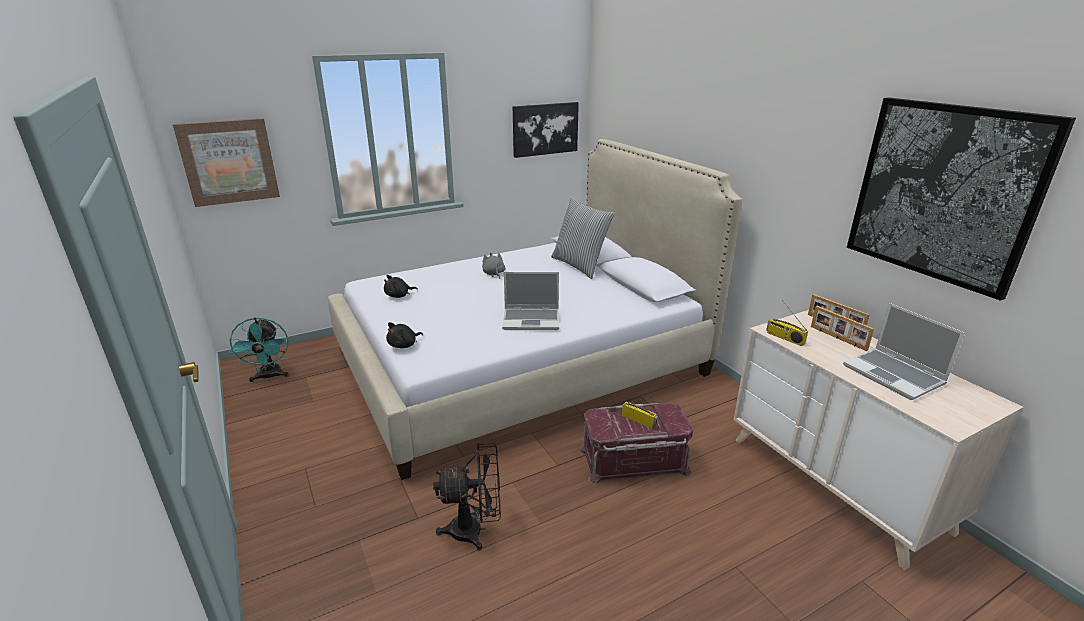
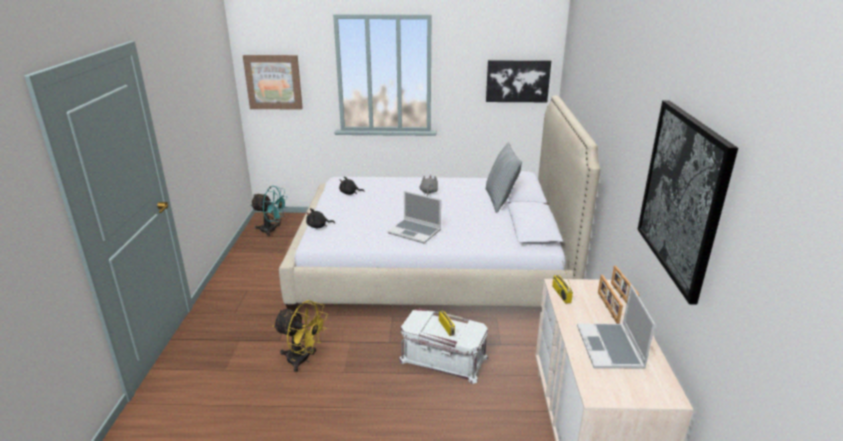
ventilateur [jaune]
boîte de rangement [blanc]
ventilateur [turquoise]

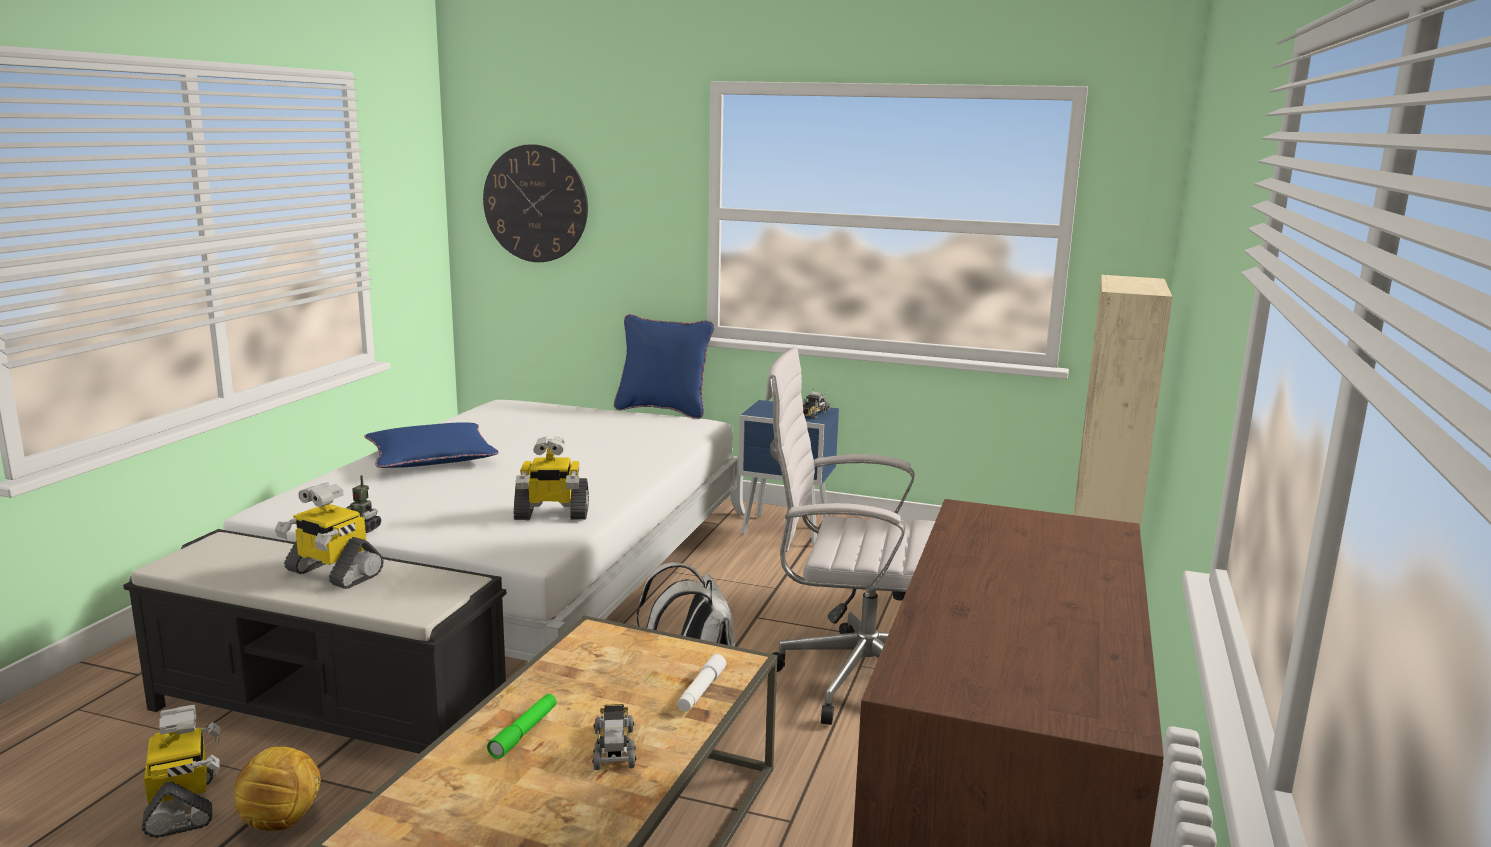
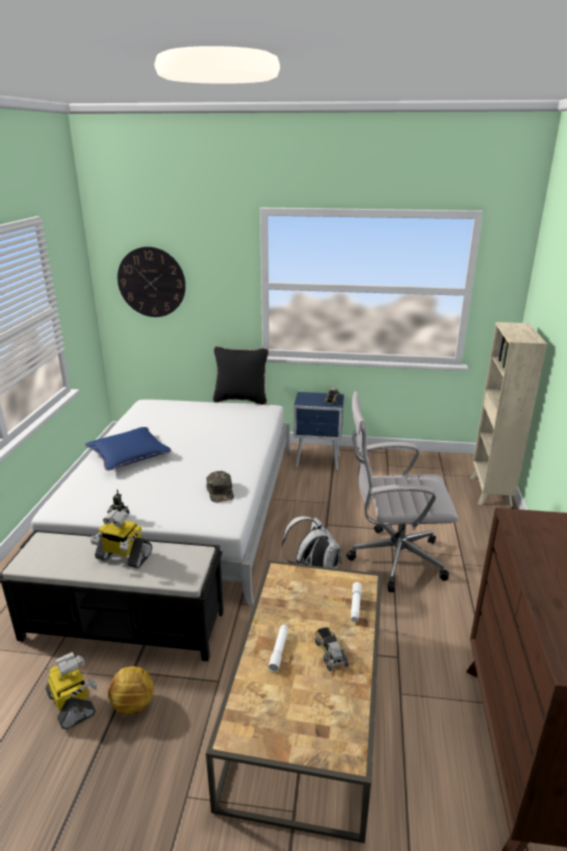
casquette [vert]
lampe de poche [blanc] (1st from left)
coussin [noir]

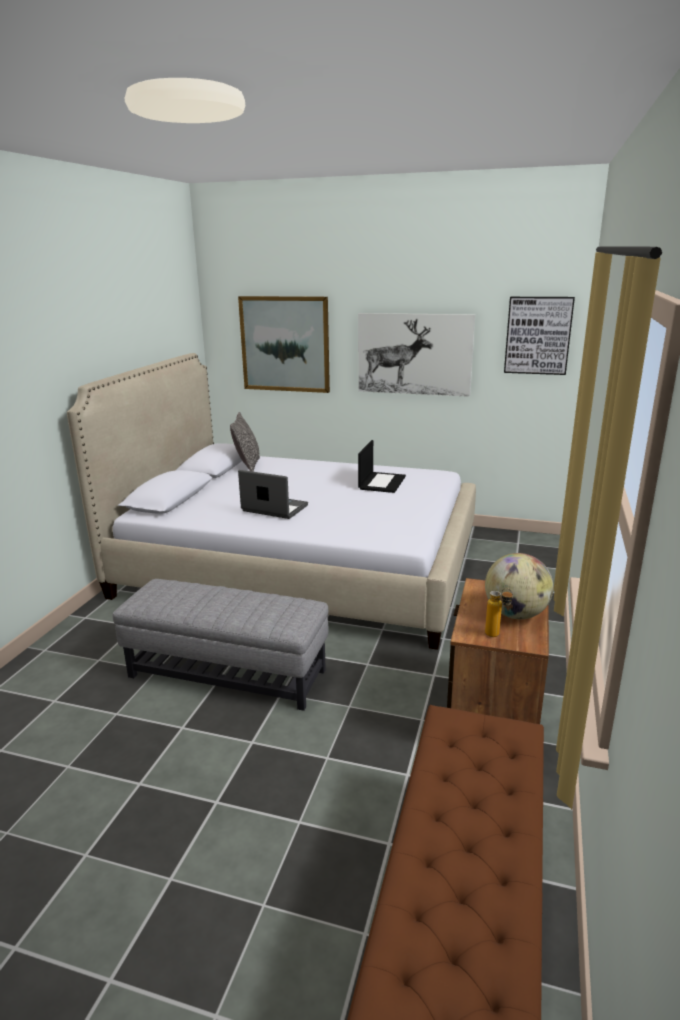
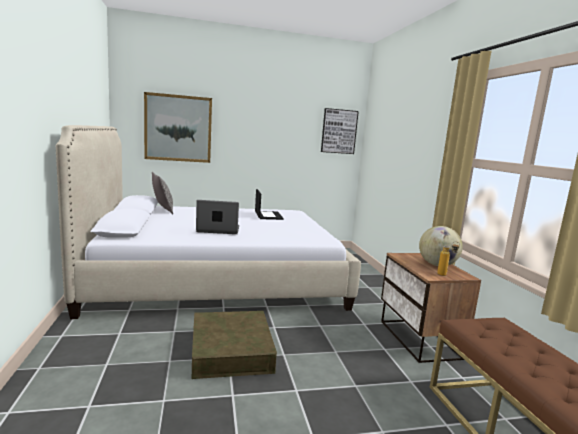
tableau (2nd from left in the first image)
boîte de rangement [marron]

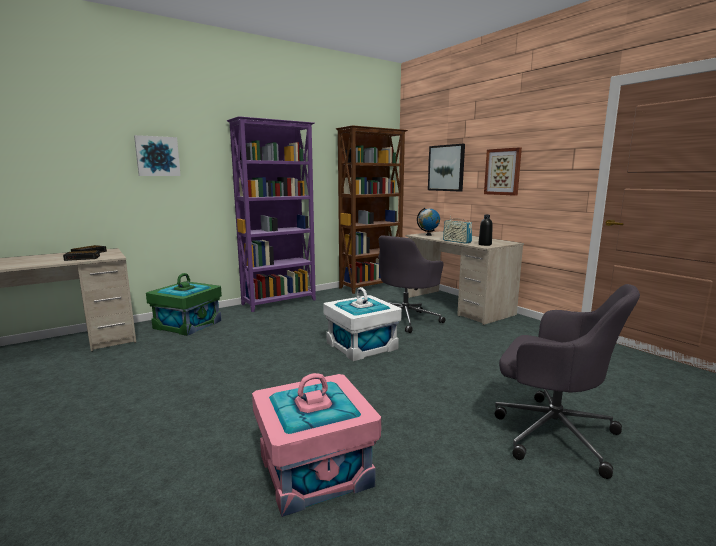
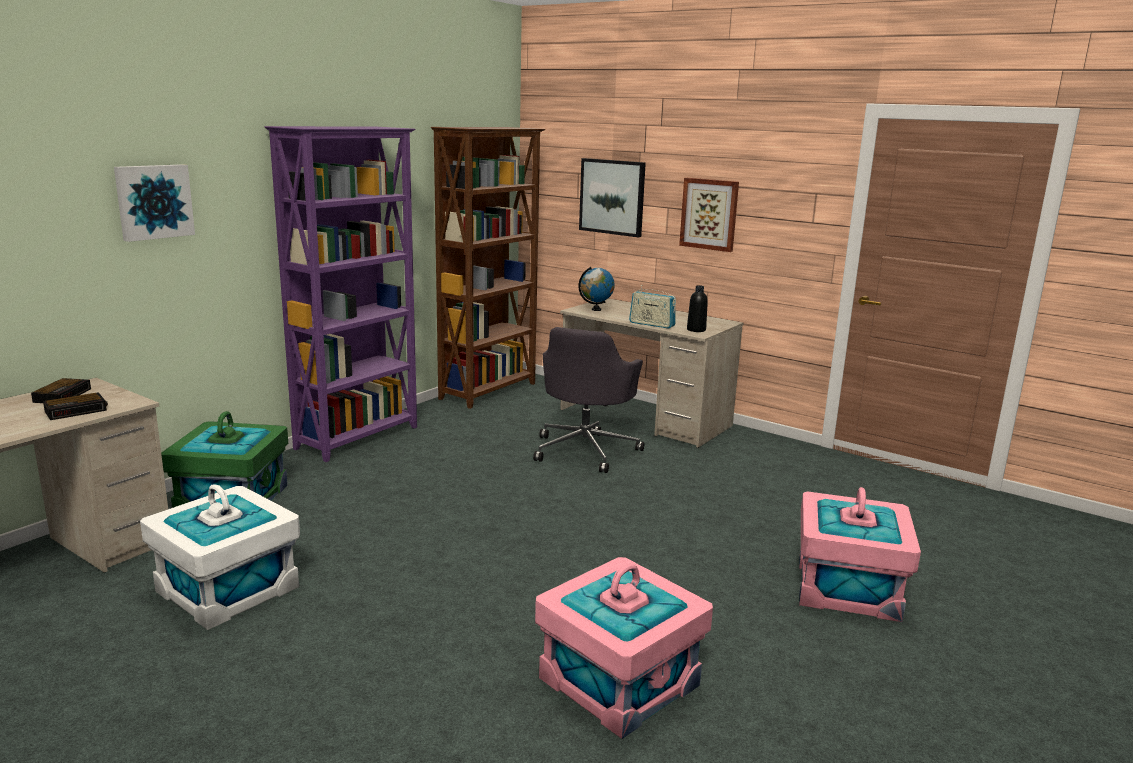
boîte de rangement [blanc]
boîte de rangement [rose] (2nd from left)

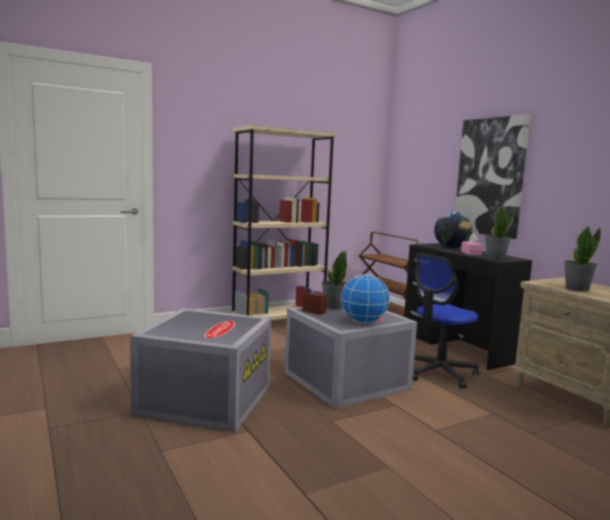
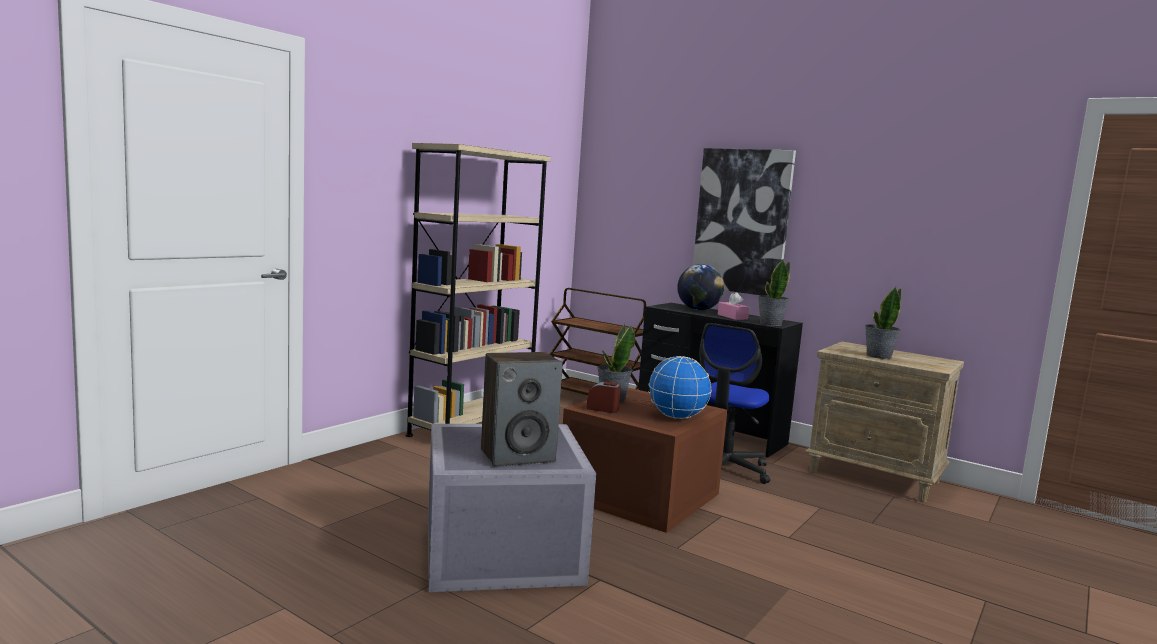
enceinte
boîte de rangement [marron]

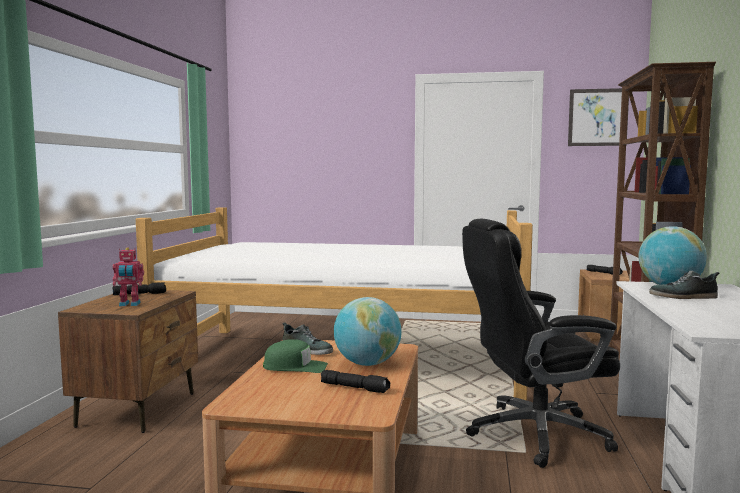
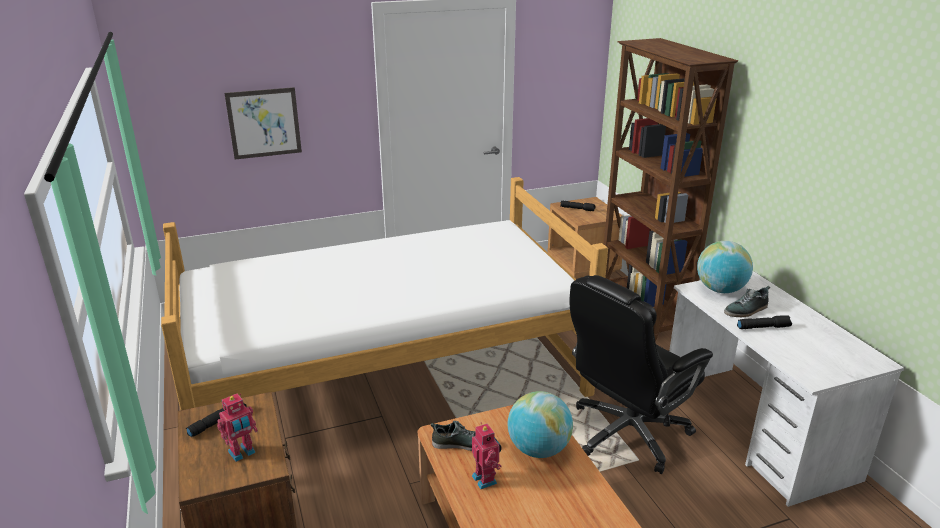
lampe de poche [noir] (3rd from left)
tableau
robot jouet (2nd from left)

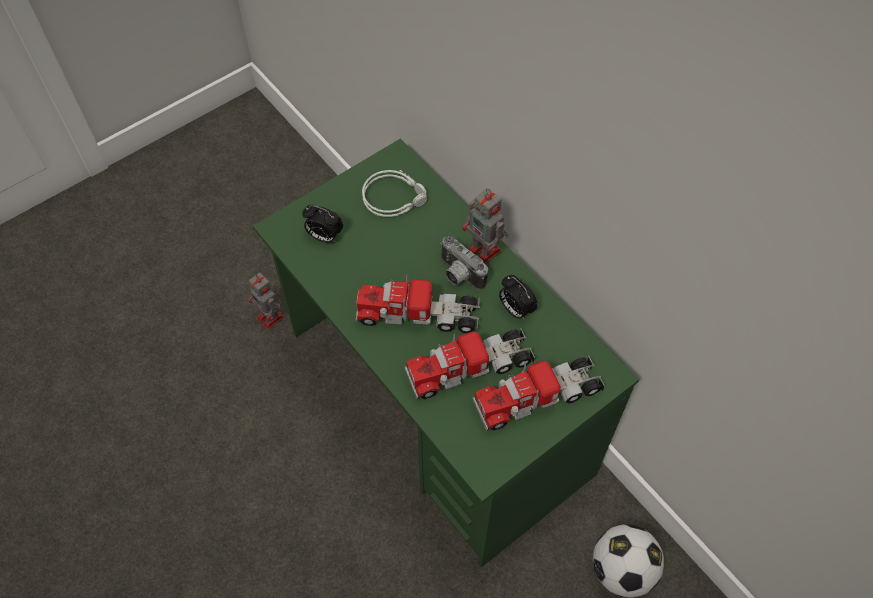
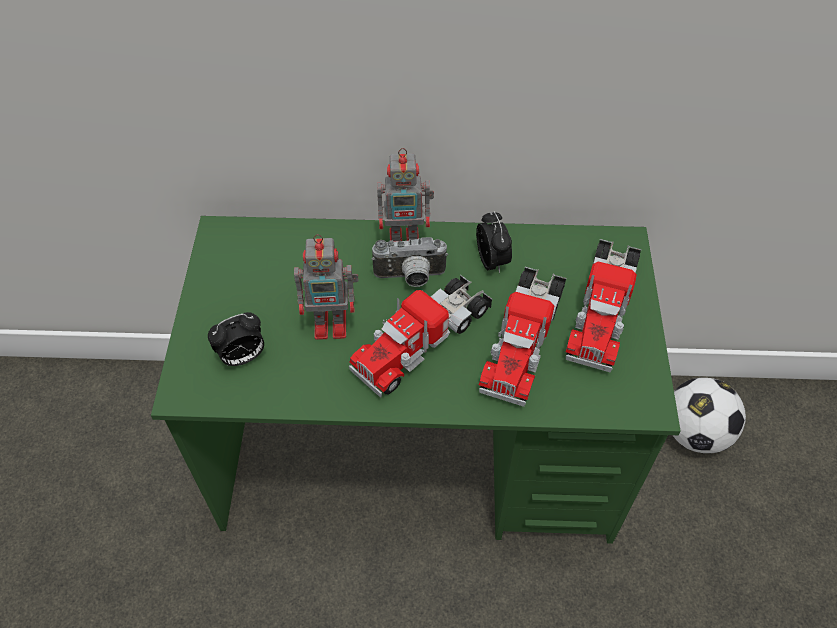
casque audio [gris]
robot jouet (1st from left)
réveil (2nd from left)

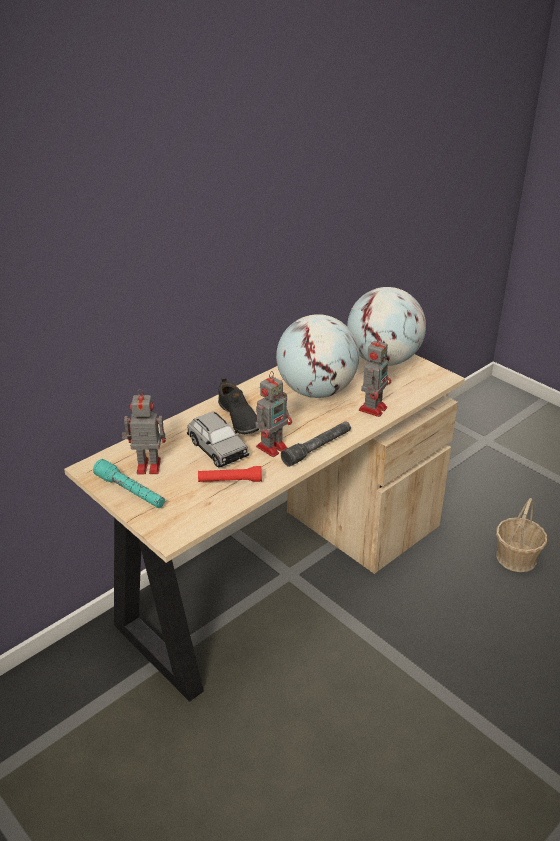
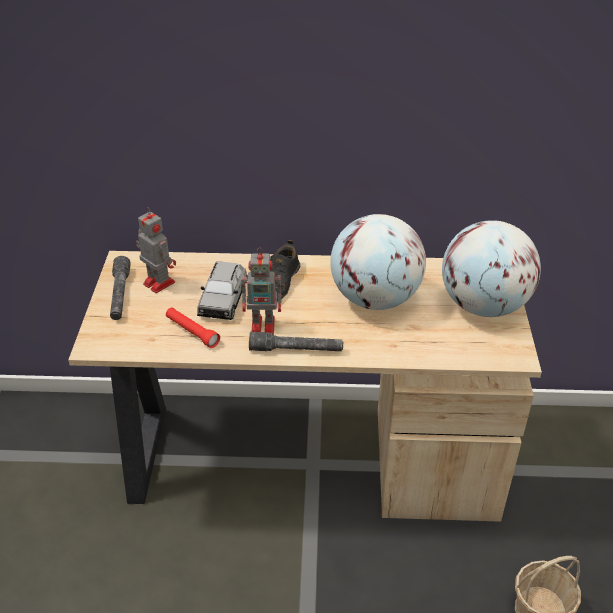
robot jouet (3rd from left in the first image)
lampe de poche [gris] (1st from left)

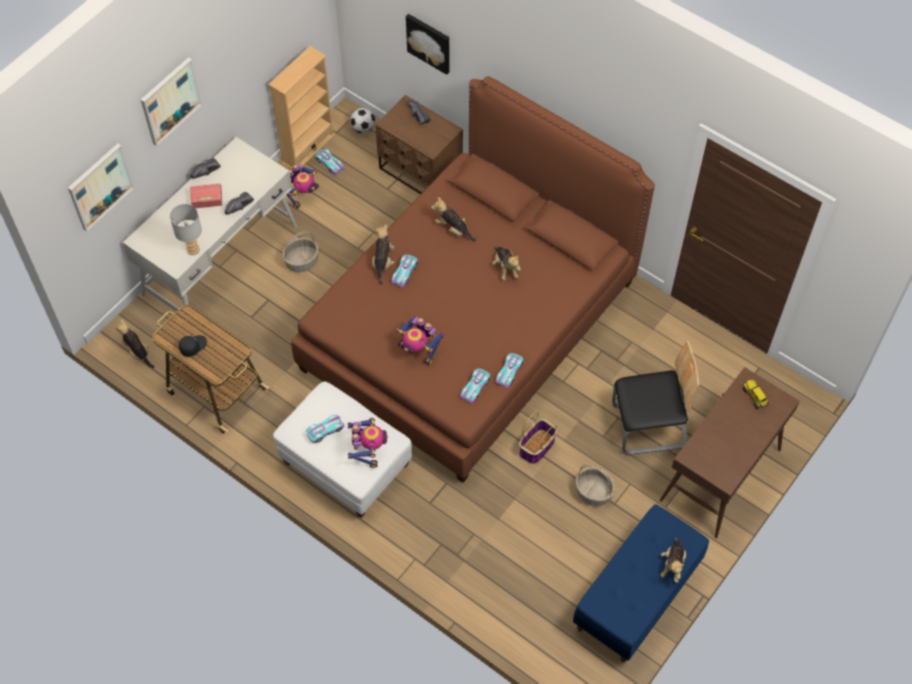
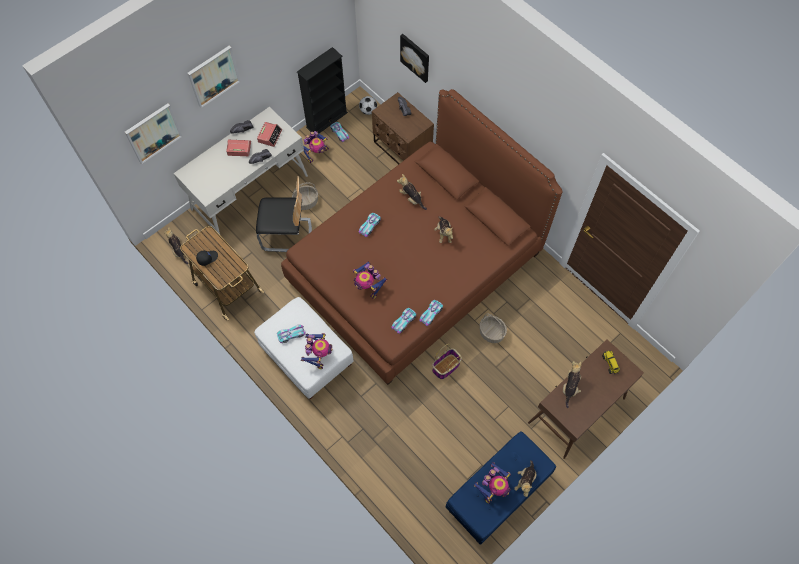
lampe de table [gris]
réveil (2nd from left)
robot jouet (4th from left)
peluche (5th from left)
panier (3rd from left)
chaise
bibliothèque [noir]

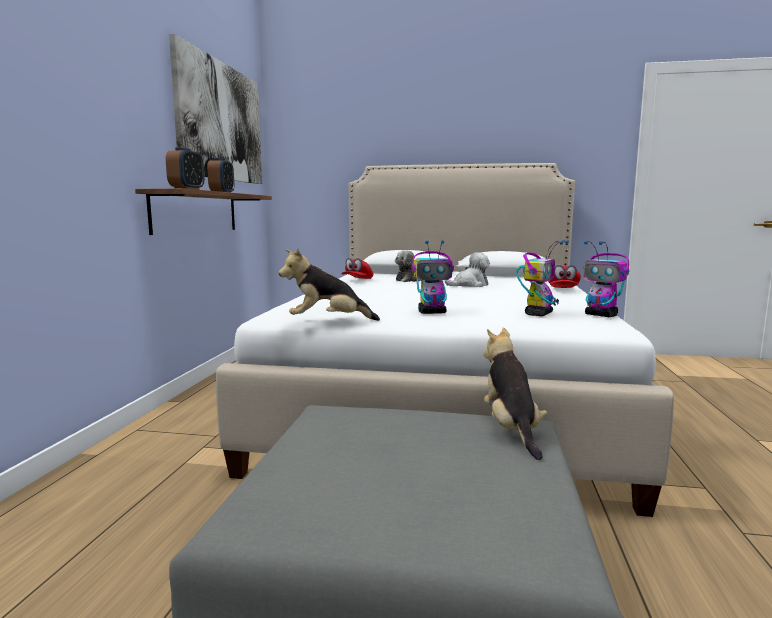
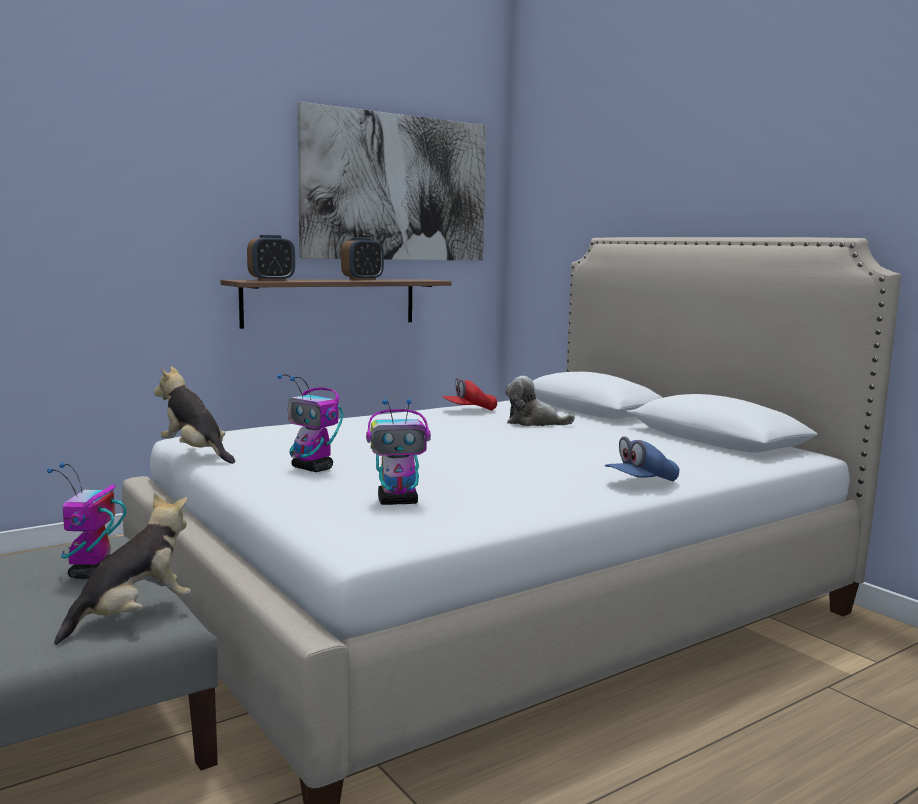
peluche (3rd from left in the first image)
robot jouet (1st from left)
casquette [bleu]

